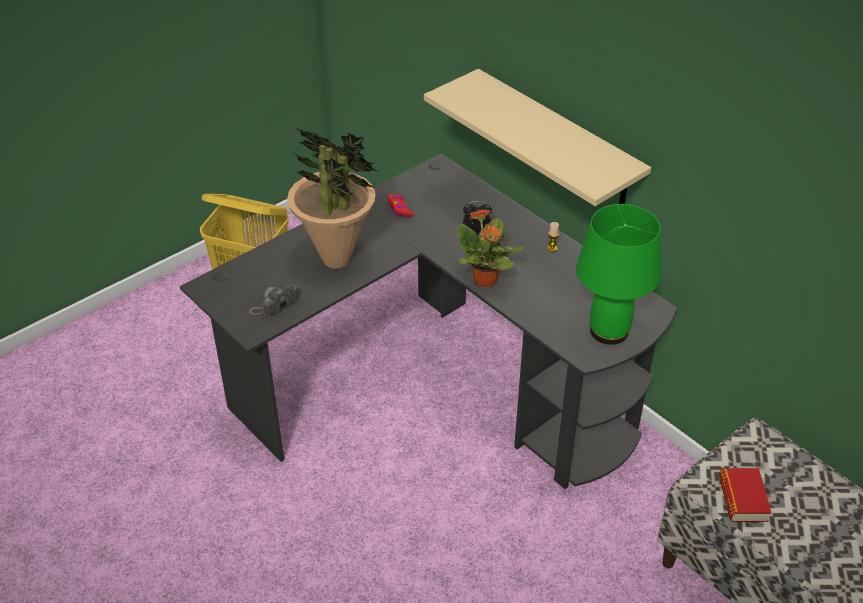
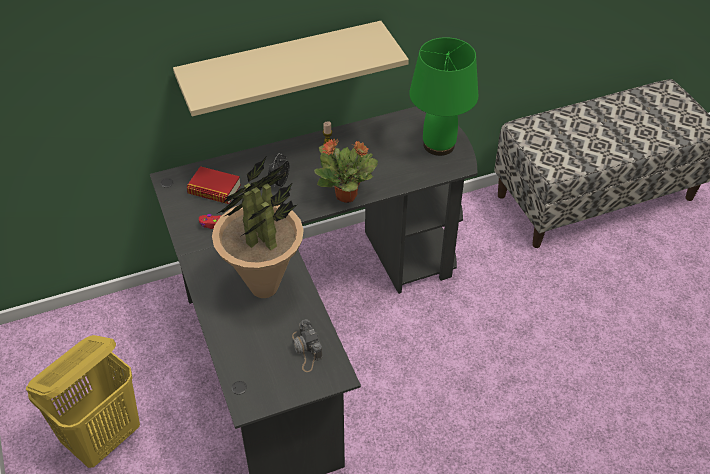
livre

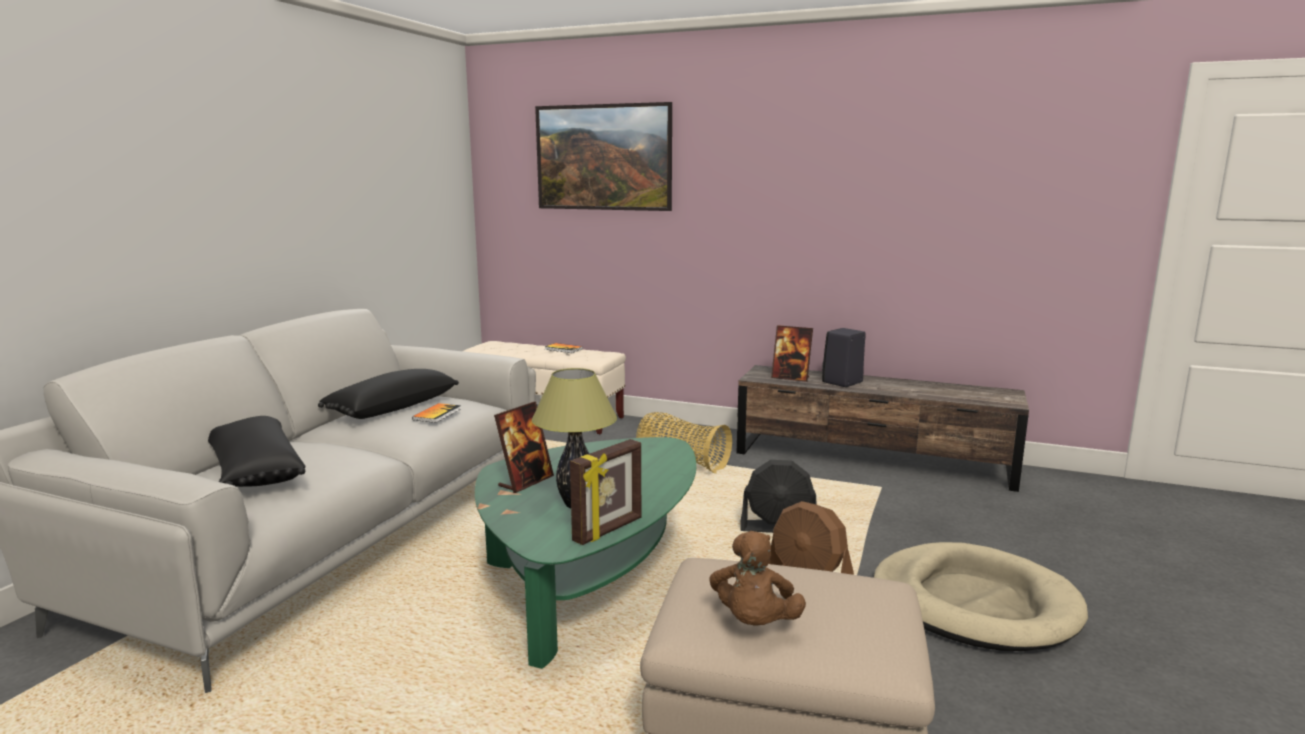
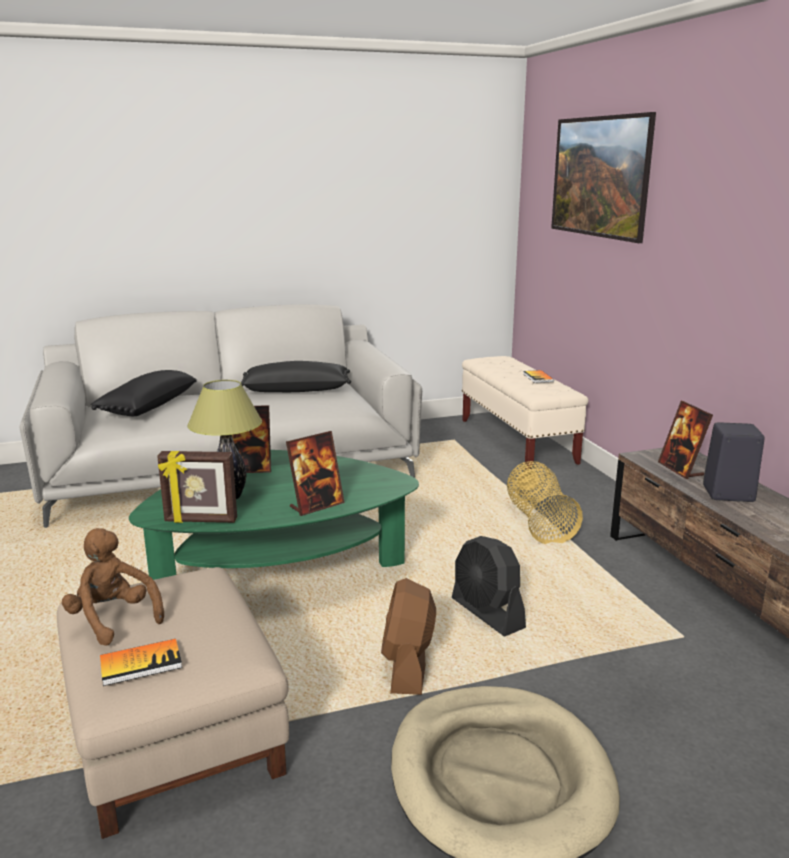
cadre photo (3rd from left)
livre (1st from left)
peluche [marron]

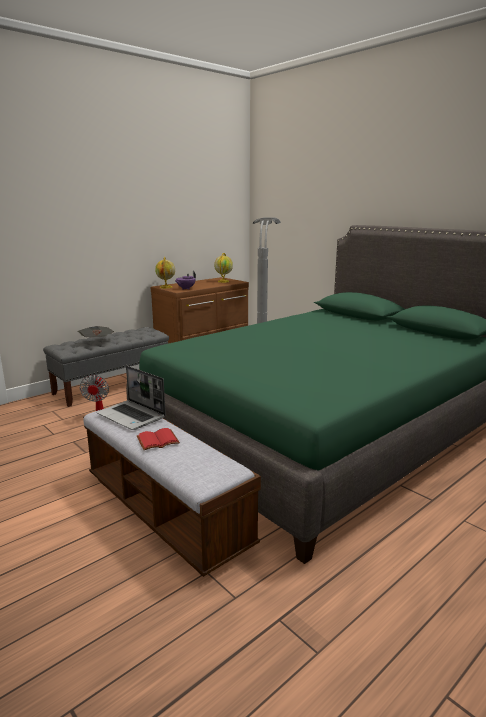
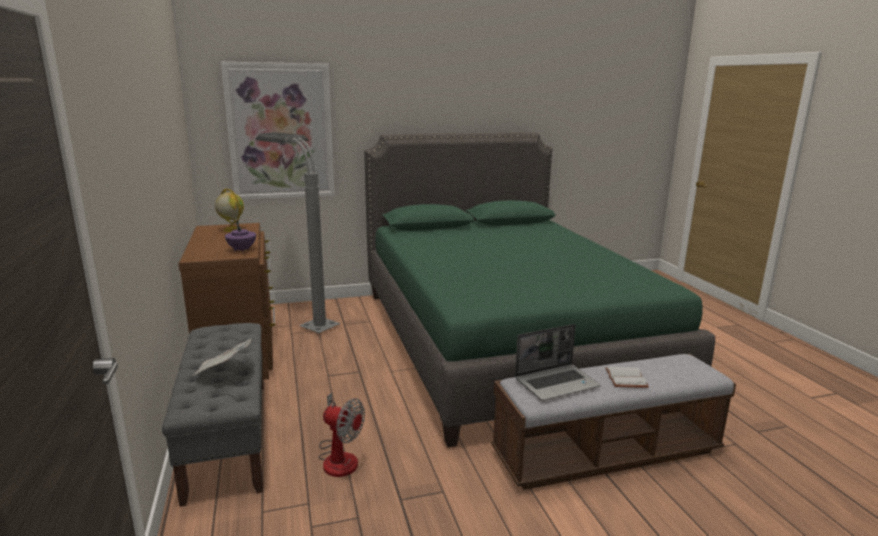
globe (1st from left in the first image)
tableau
livre [blanc]

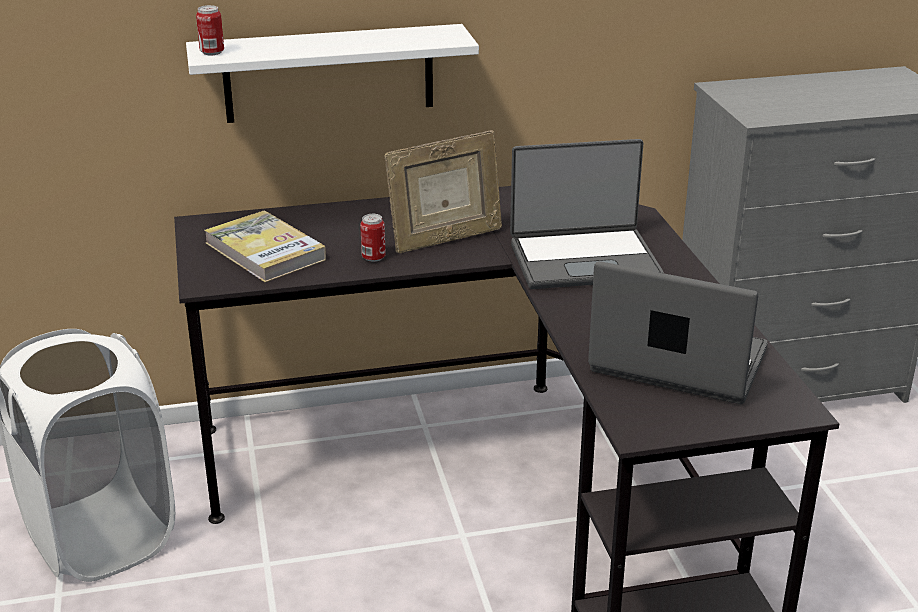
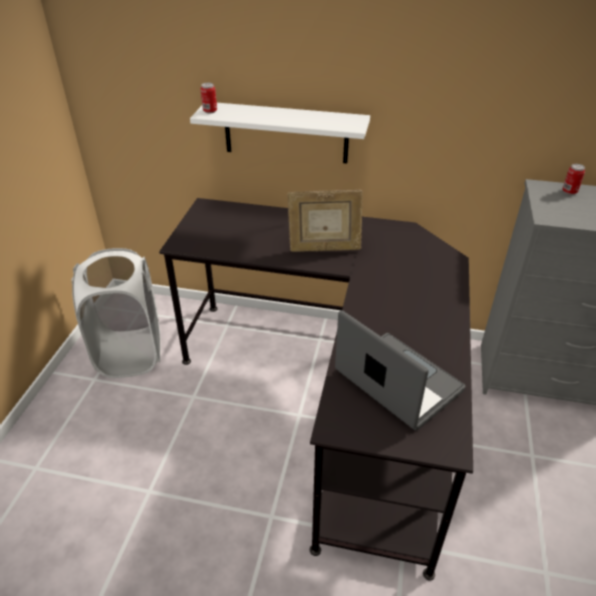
livre
ordinateur portable (1st from left in the first image)
boîte métallique (2nd from left)

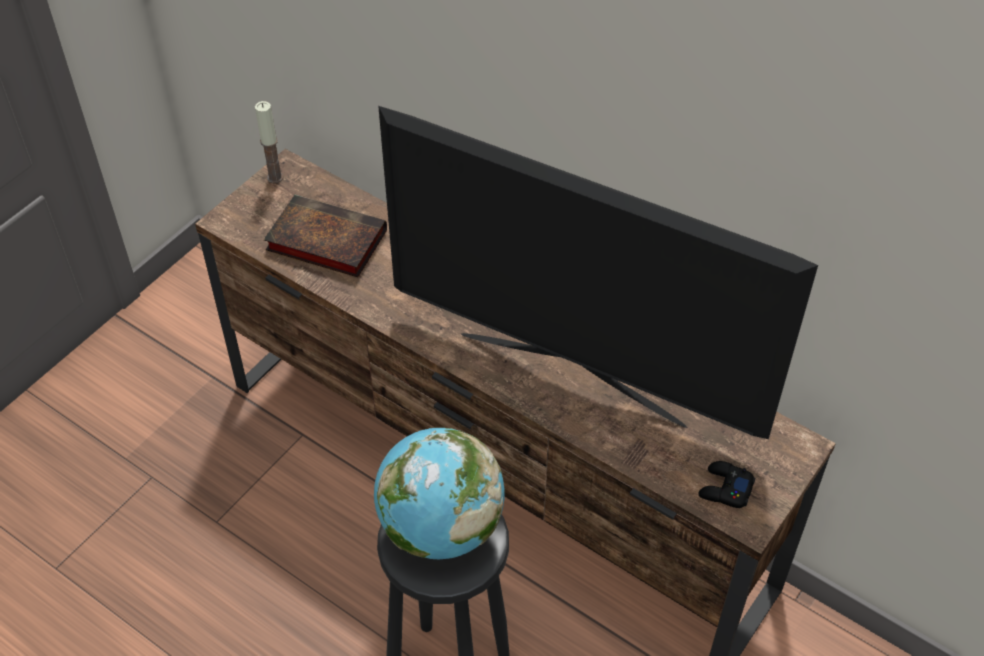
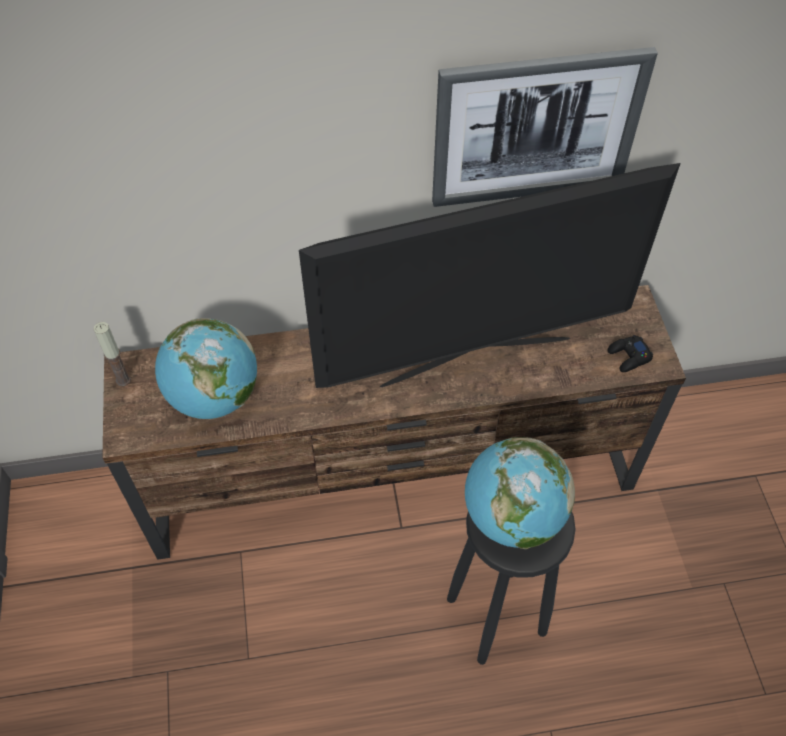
tableau
globe (1st from left)

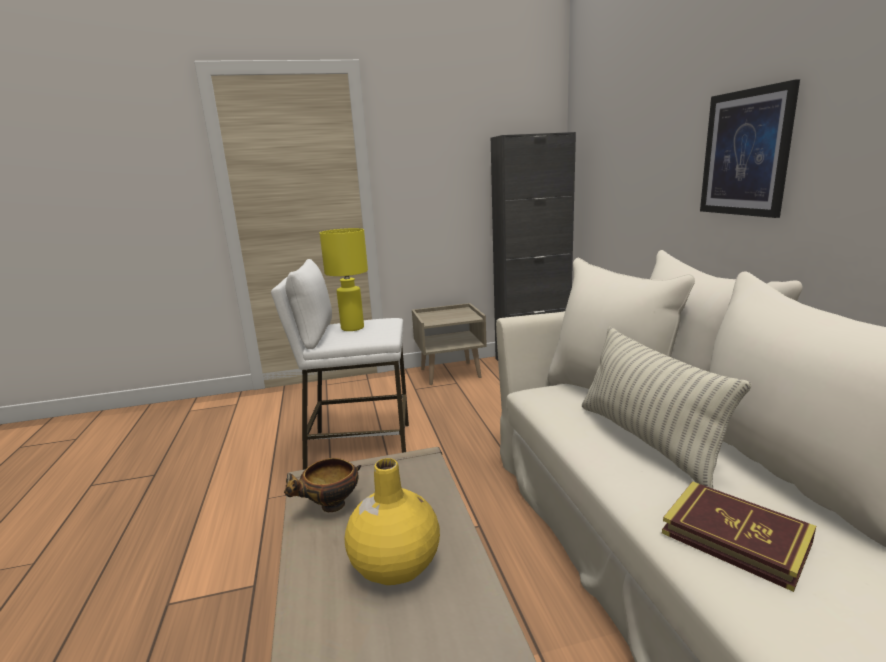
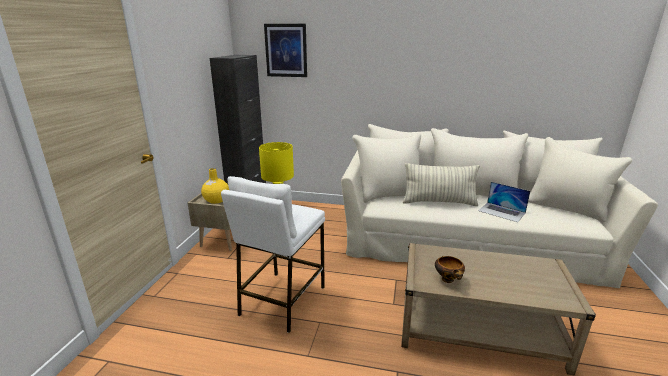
vase [jaune]
tableau
ordinateur portable

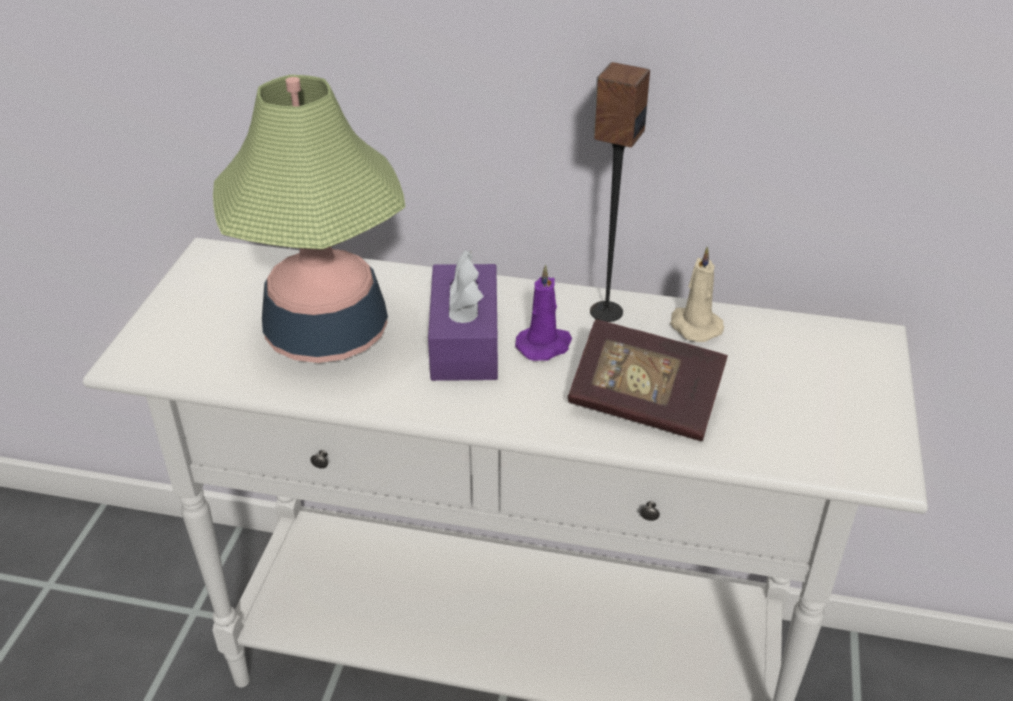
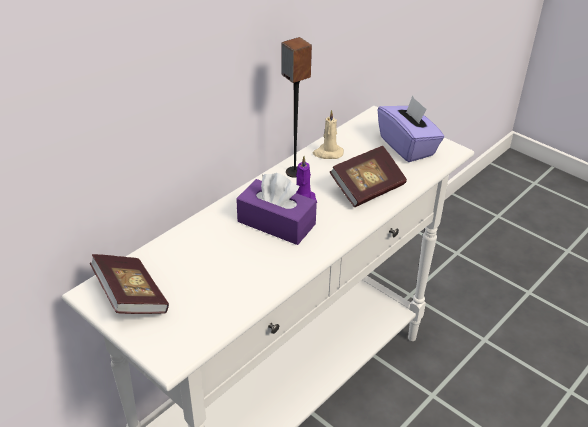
lampe de table
livre (1st from left)
boîte à mouchoirs [violet] (2nd from left)

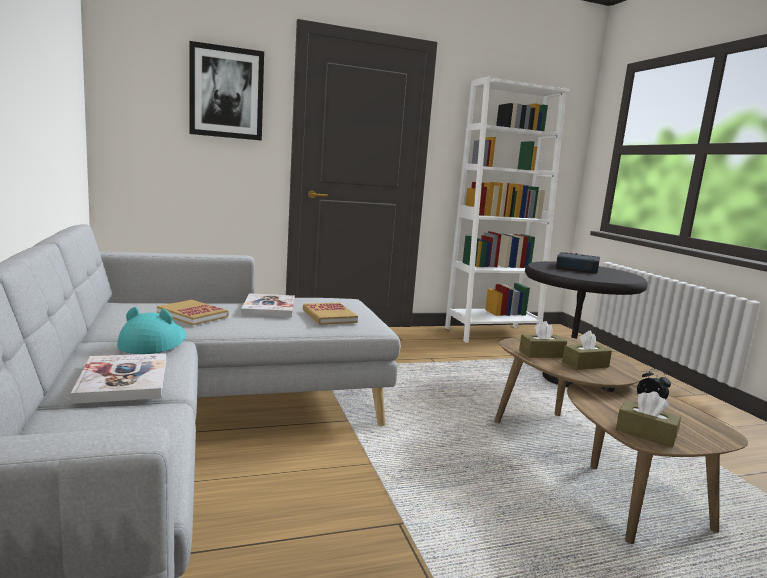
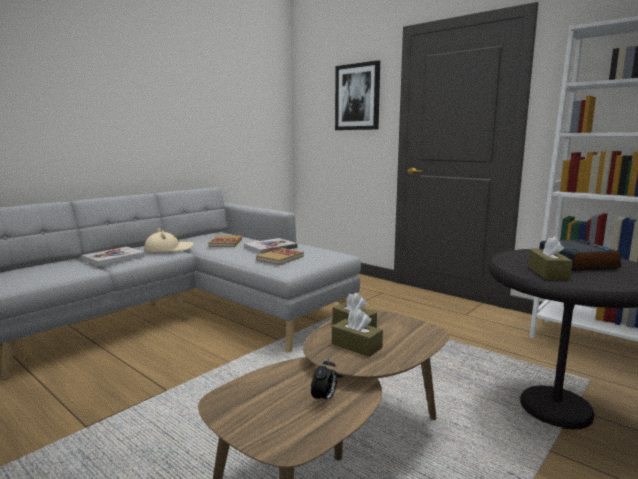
boîte à mouchoirs [marron] (3rd from left)
chapeau [beige]

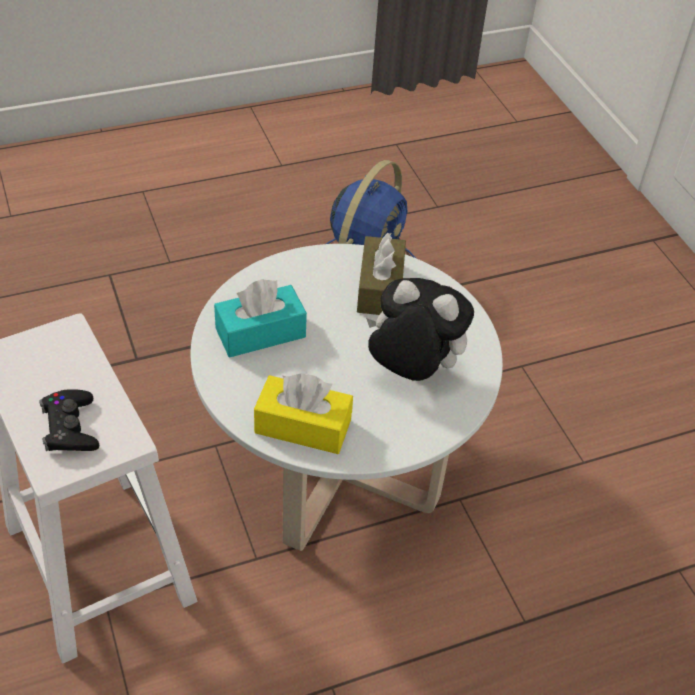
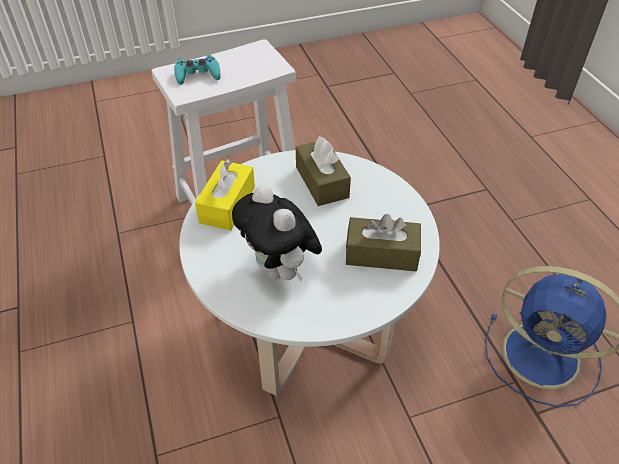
manette [turquoise]
boîte à mouchoirs [marron] (1st from left)
peluche

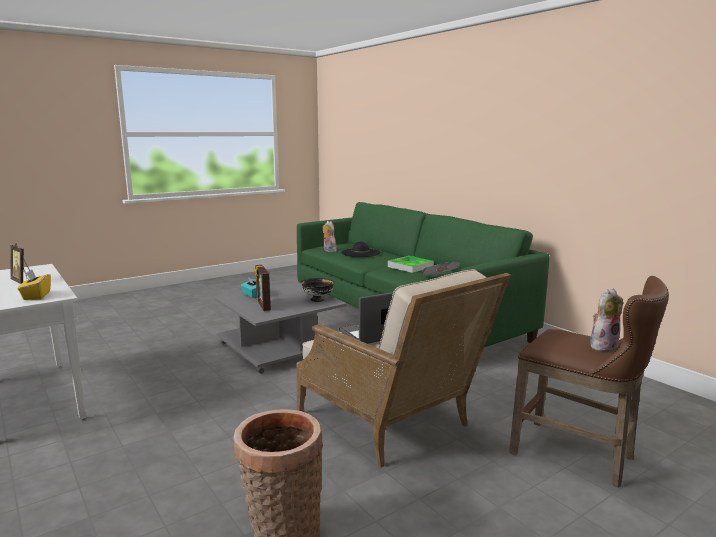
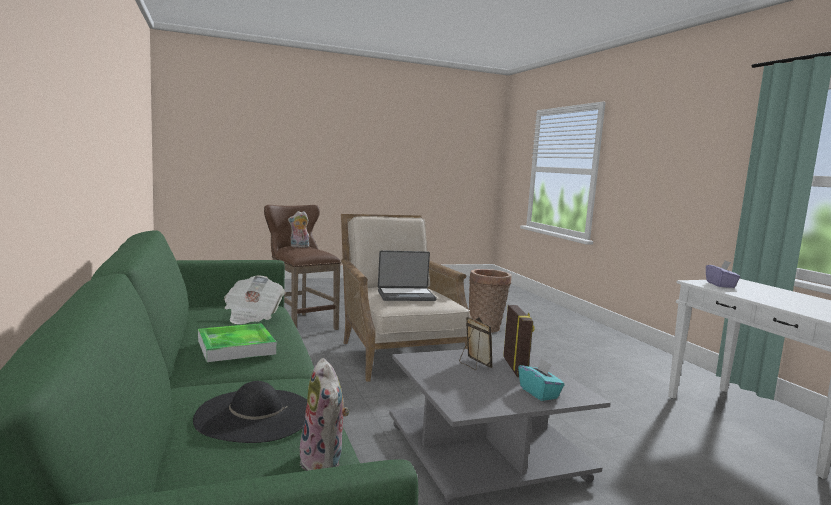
bol [noir]
cadre photo (1st from left)
boîte à mouchoirs [violet]

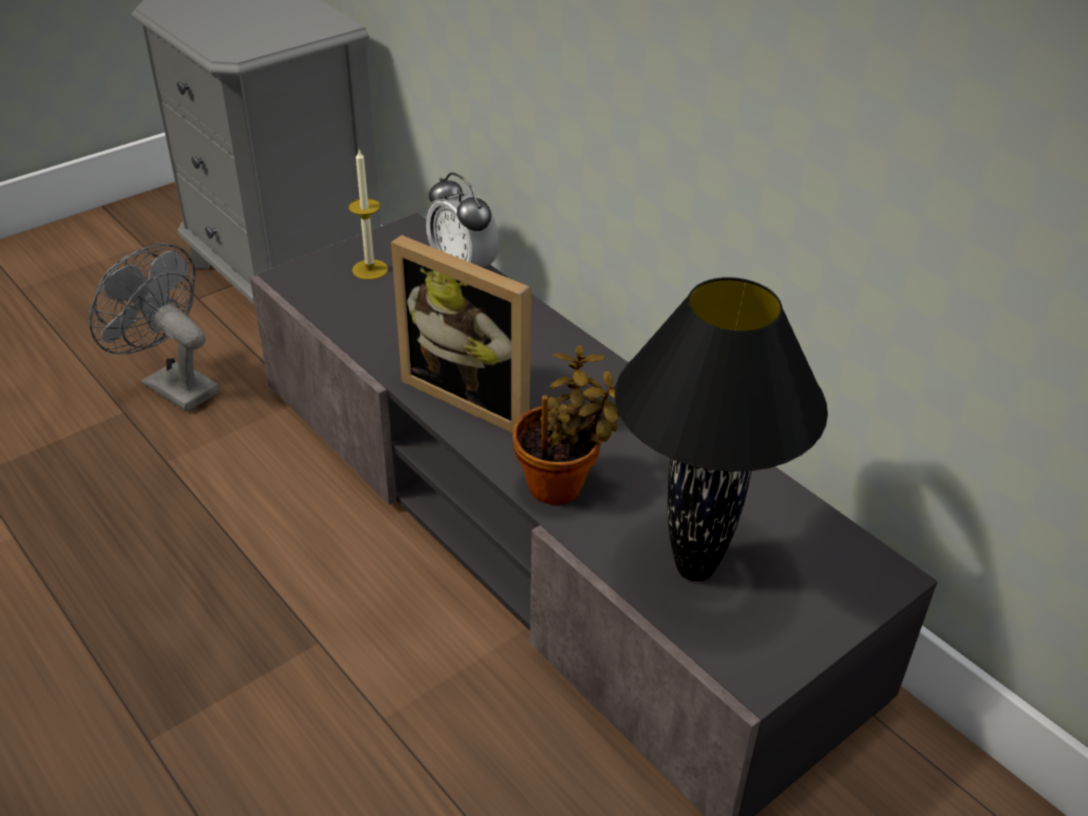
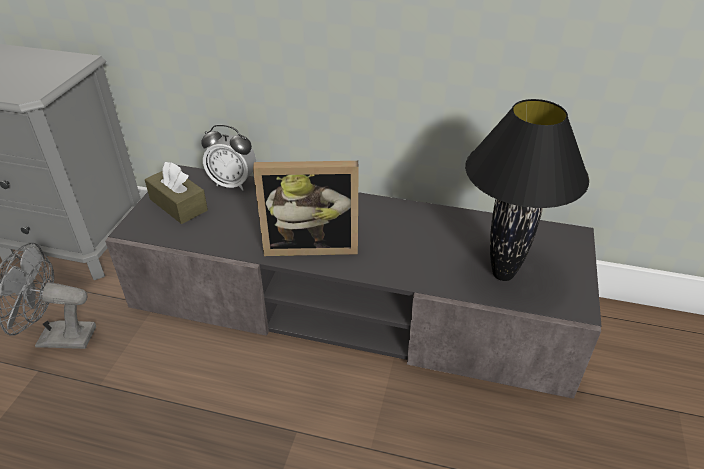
plante en pot
boîte à mouchoirs [marron]

